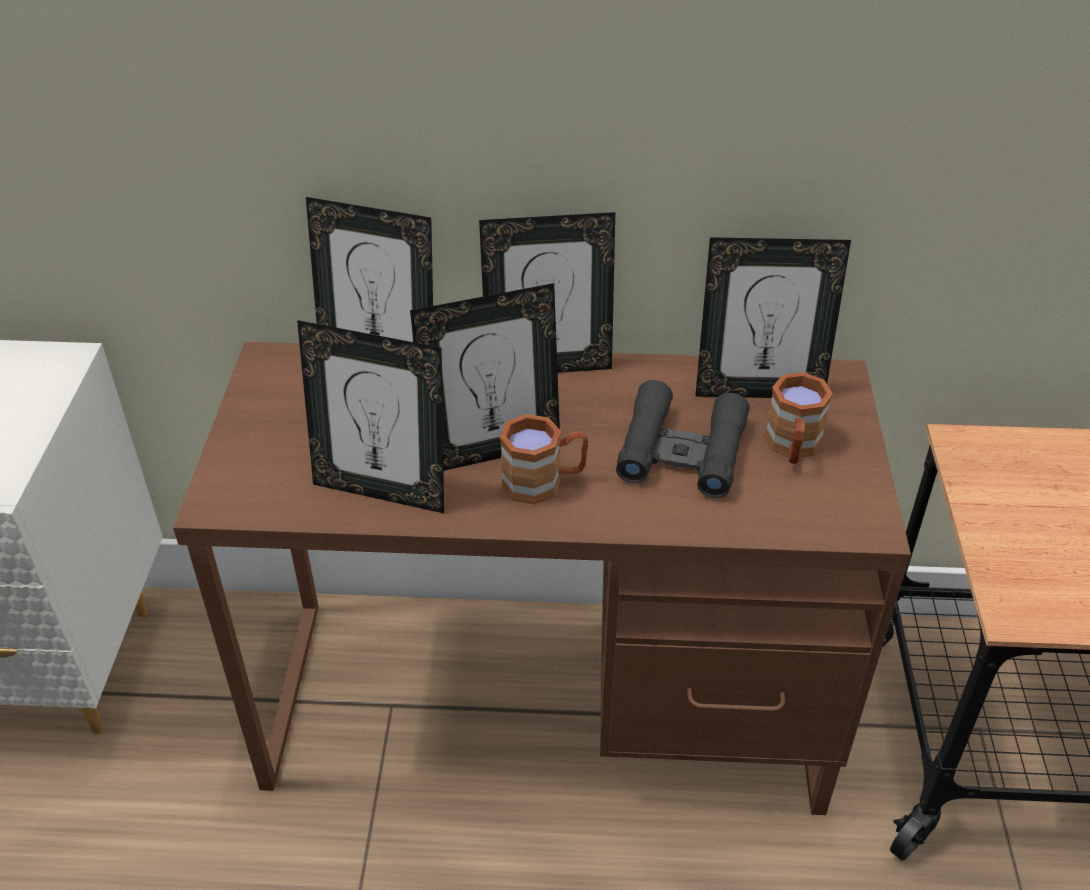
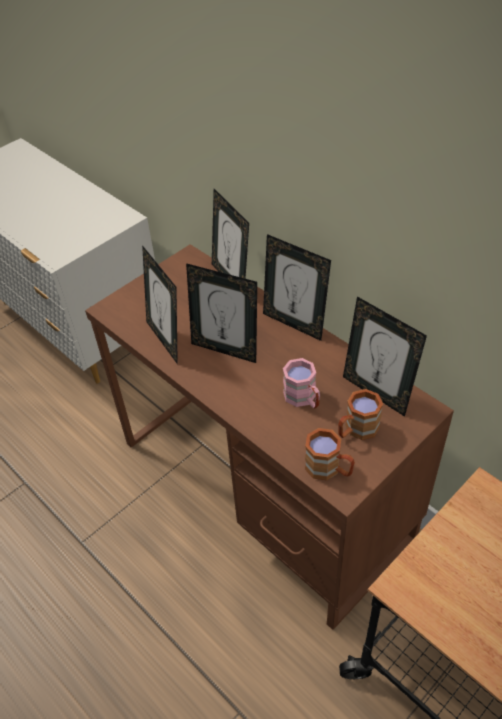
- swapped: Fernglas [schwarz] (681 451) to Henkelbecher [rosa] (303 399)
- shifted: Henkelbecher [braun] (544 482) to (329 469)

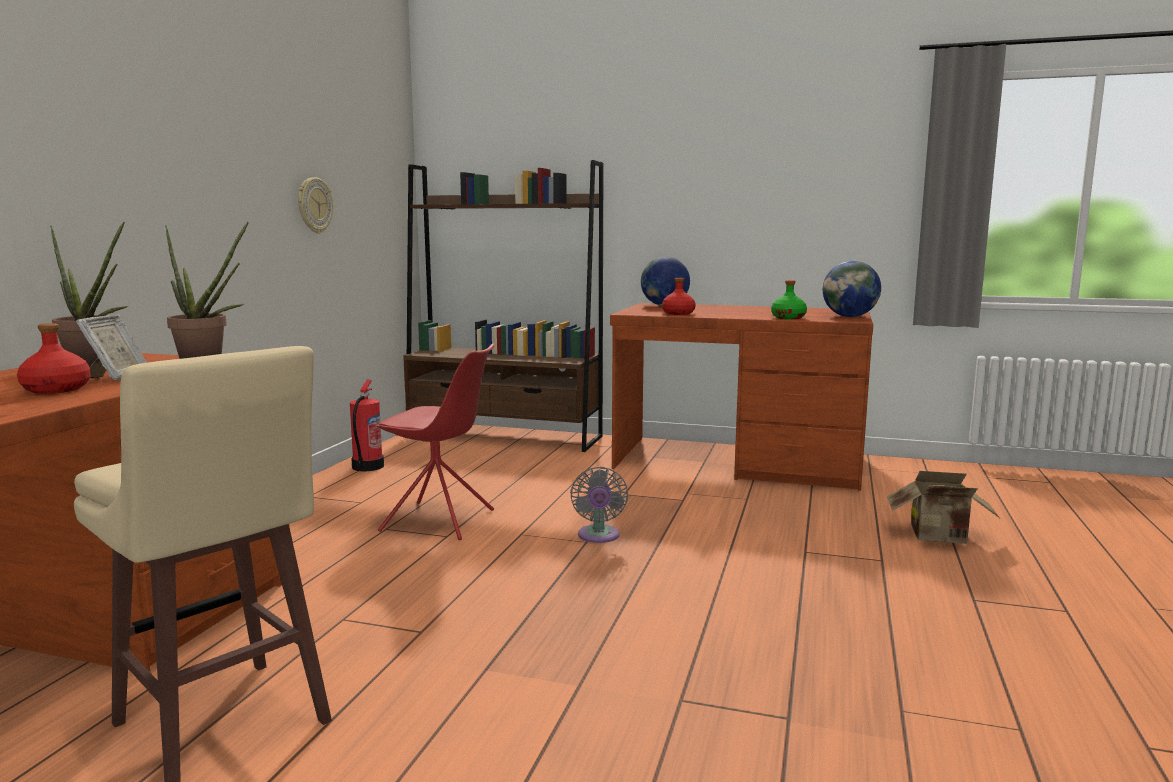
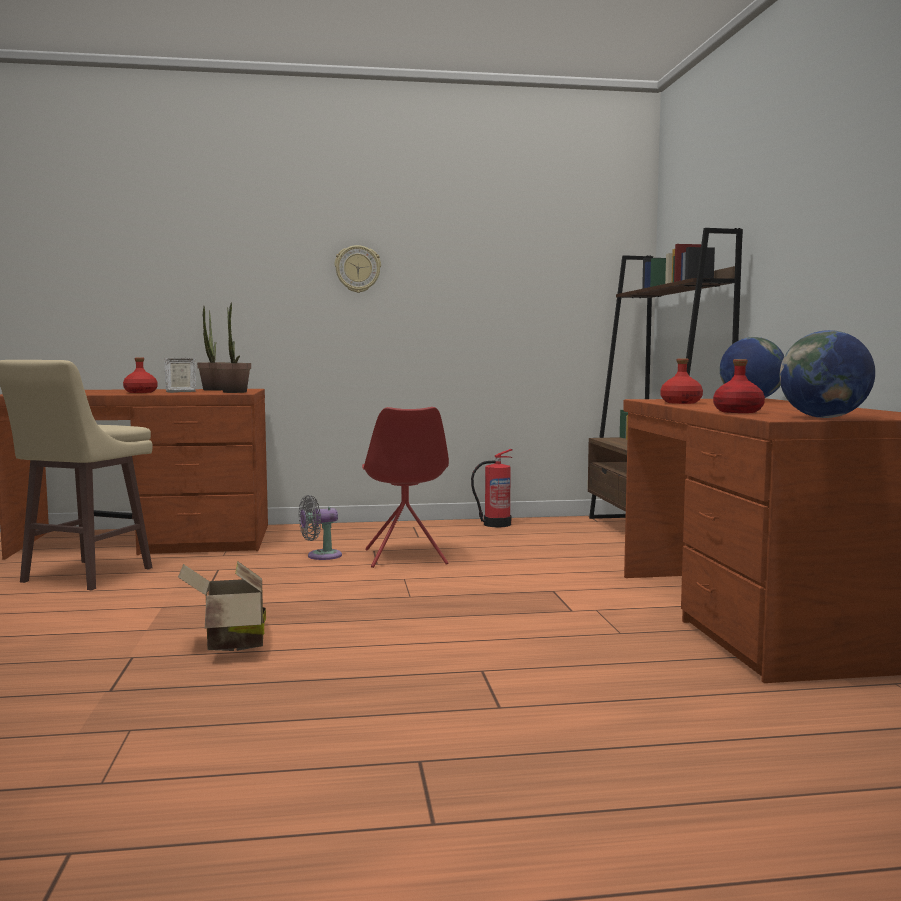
- shifted: Wanduhr (314 205) to (357 269)
- repainted: Flasche [grün] (788 318) to Flasche [rot] (738 412)
- shifted: Ventilator [grau] (598 537) to (320 556)
- shifted: Karton (940 537) to (230 643)

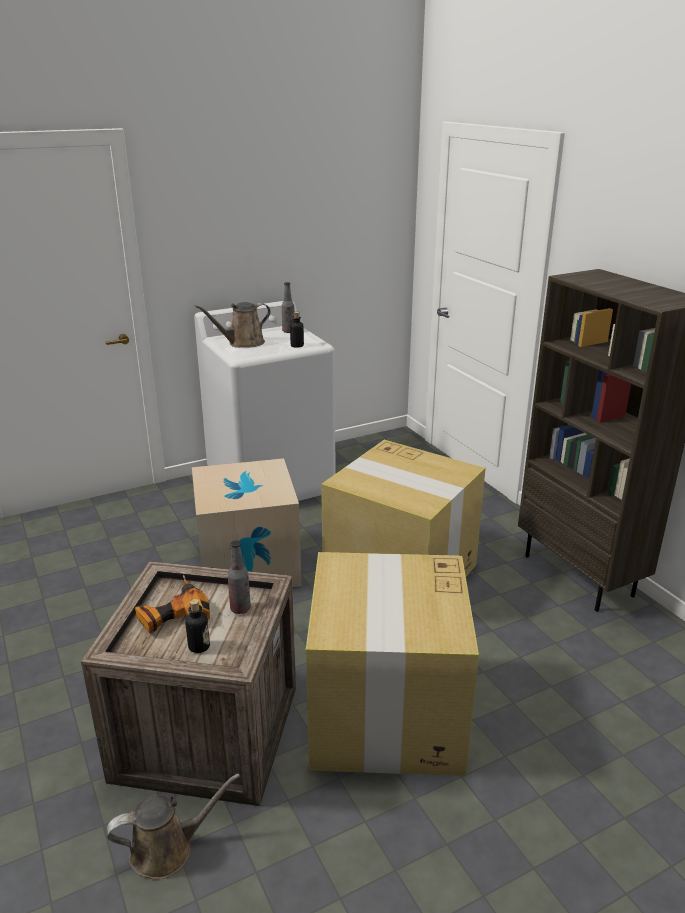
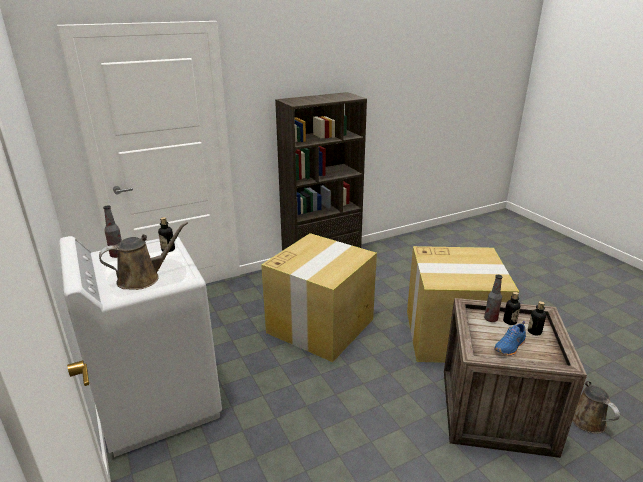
- rotated: Gießkanne [braun] (243 343) = (143 278) 90 degrees counterclockwise
- gone: Karton (248 564)
- swapped: Bohrmaschine (172 613) to Schuh [blau] (510 347)
- new: Flasche (509 321)

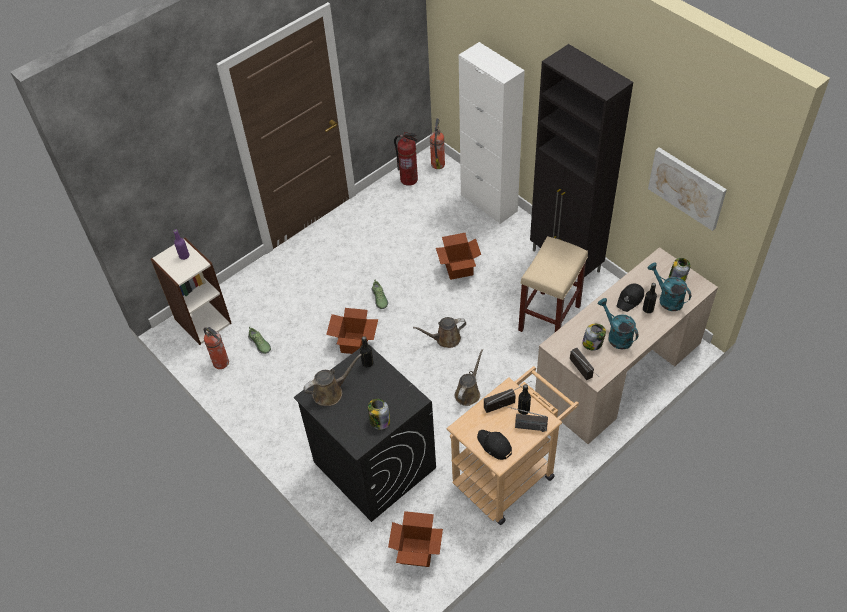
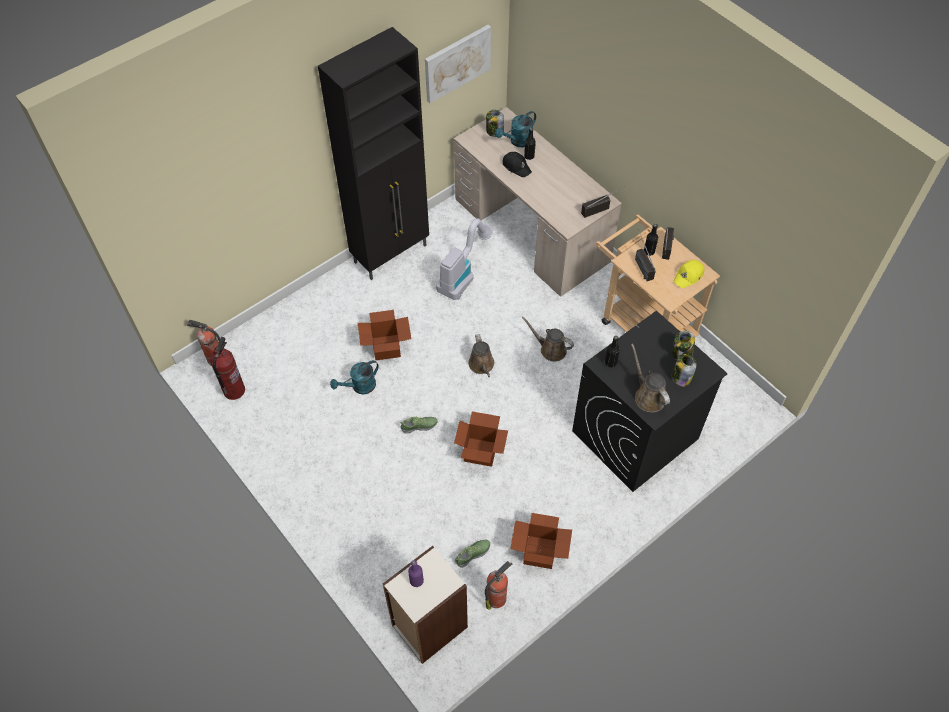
- gone: Schrank [weiß] (489 203)
- swapped: Hocker [beige] (549 317) to Staubsauger (462 275)
- shifted: Gießkanne [türkis] (616 336) to (359 387)
- shifted: Vorratsglas (592 343) to (681 377)
- repainted: Kappe [schwarz] (494 445) to Kappe [gelb] (689 276)
- shifted: Karton (416 552) to (539 552)

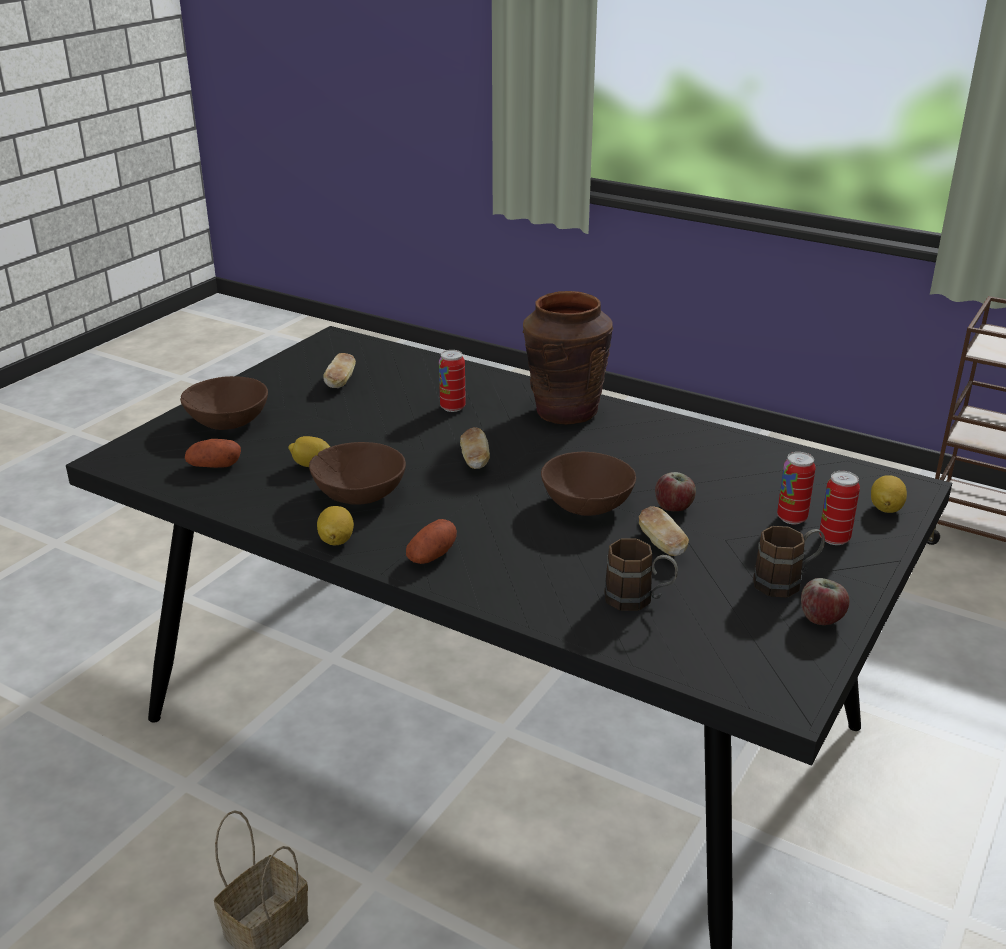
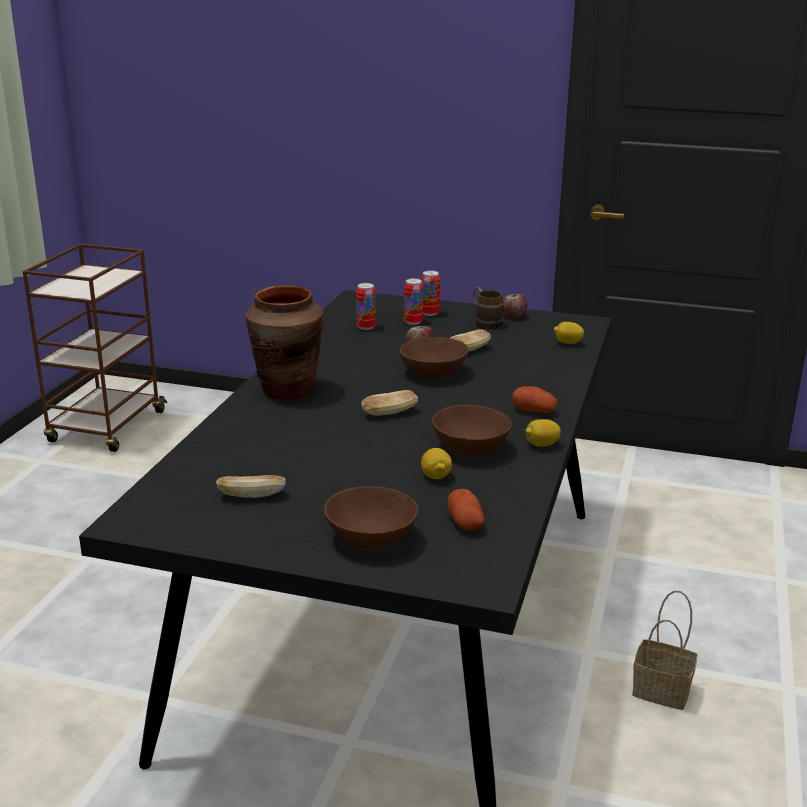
- shifted: Dose (452 407) to (365 327)
- shifted: Zitrone (885 508) to (568 343)
- gone: Henkelbecher [braun] (639 600)

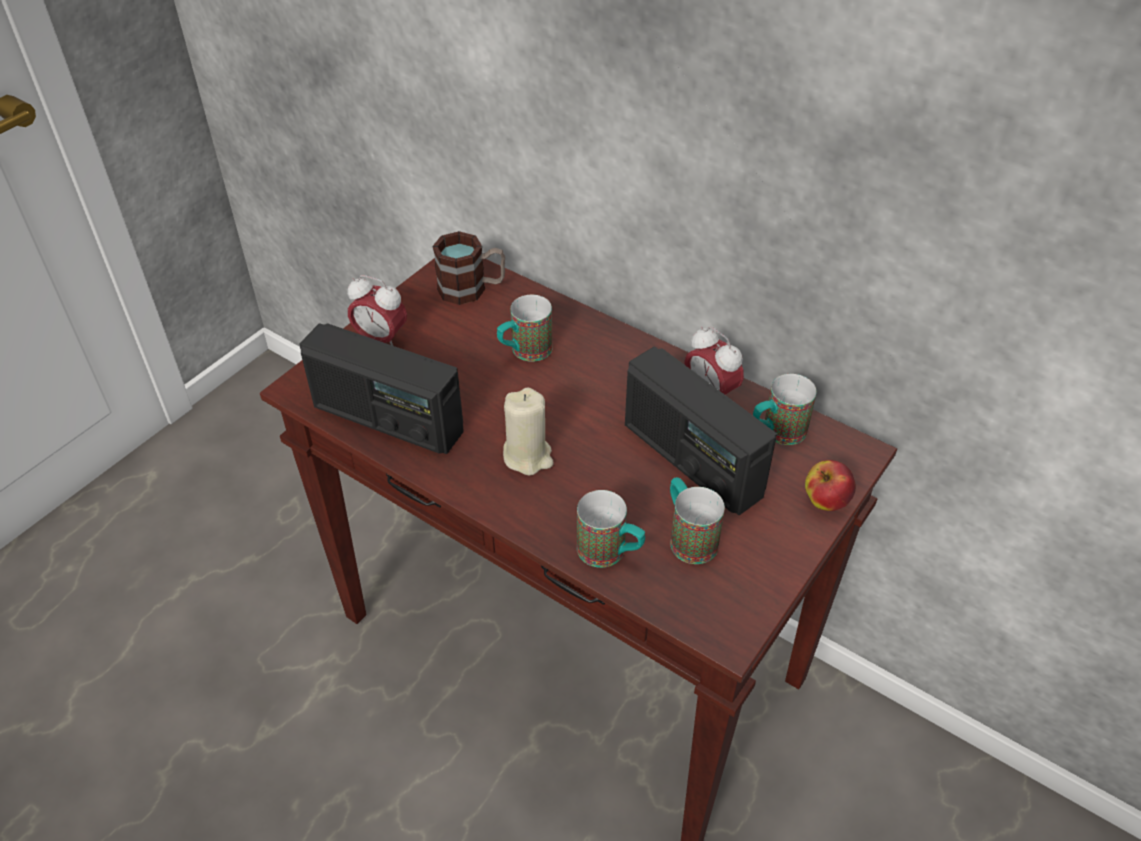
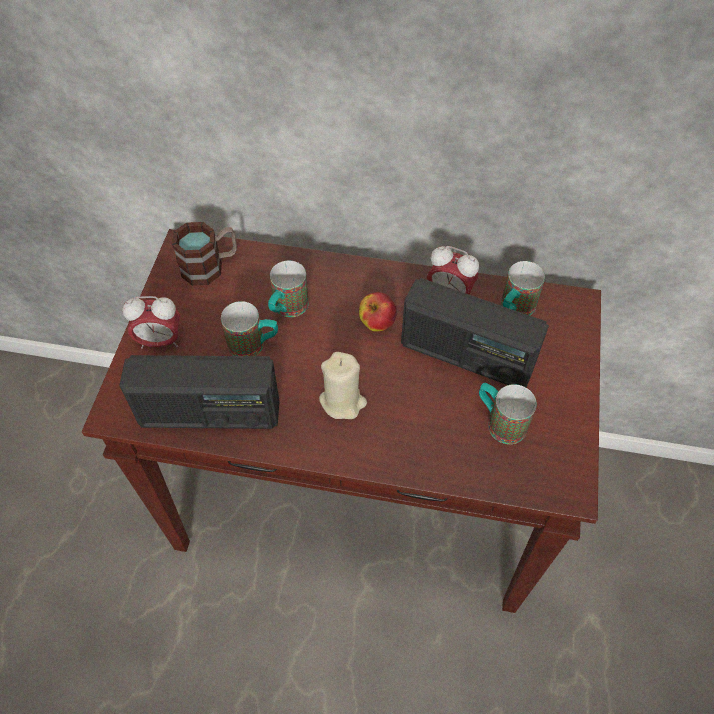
- shifted: Apfel (825 501) to (377 323)
- shifted: Henkelbecher (610 553) to (254 345)

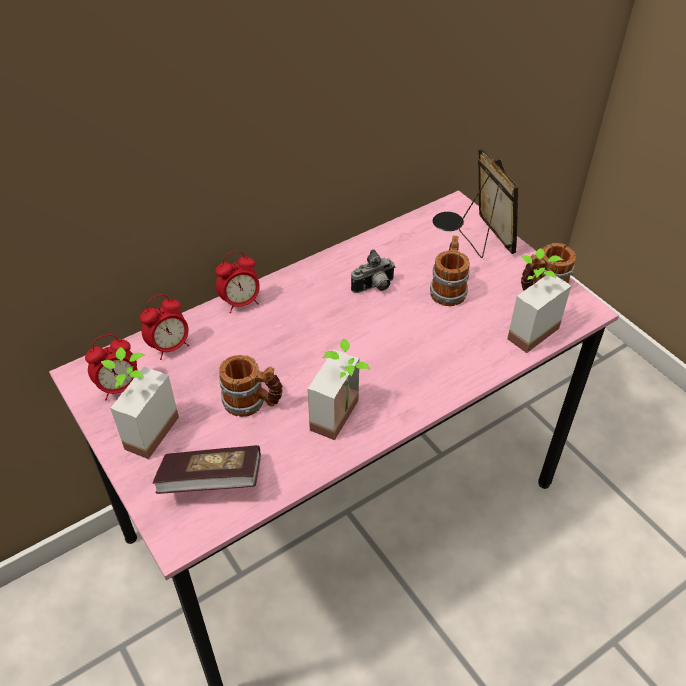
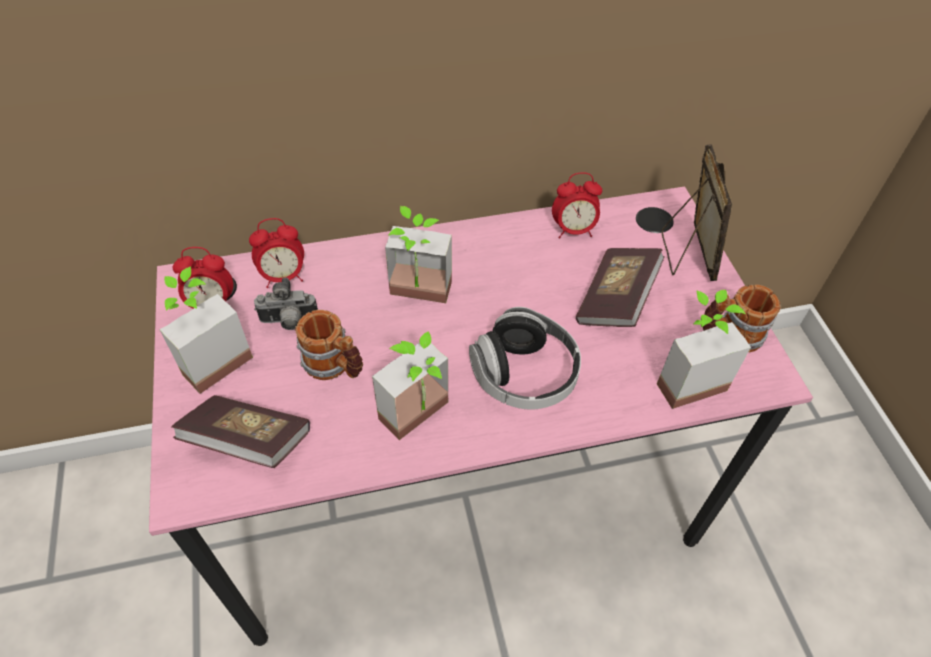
- swapped: Henkelbecher (448 288) to Buch (616 300)
- shifted: Kamera (374 287) to (289 322)
- shifted: Wecker (240 303) to (573 230)
- new: Topfpflanze (418 297)
- new: Kopfhörer (524 375)

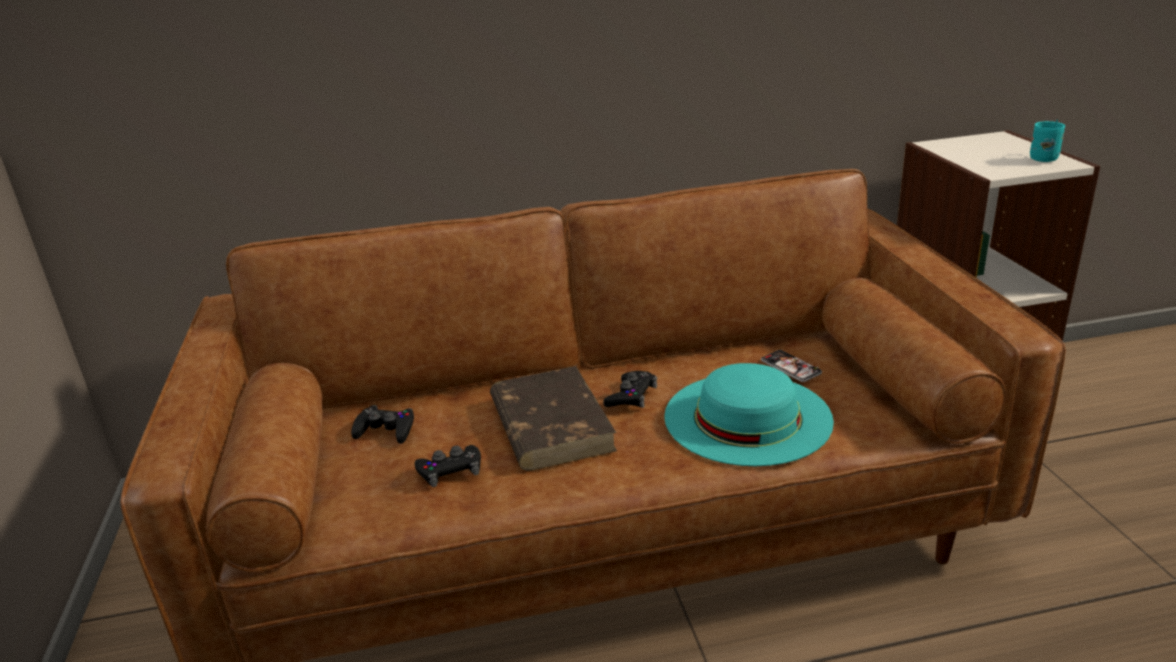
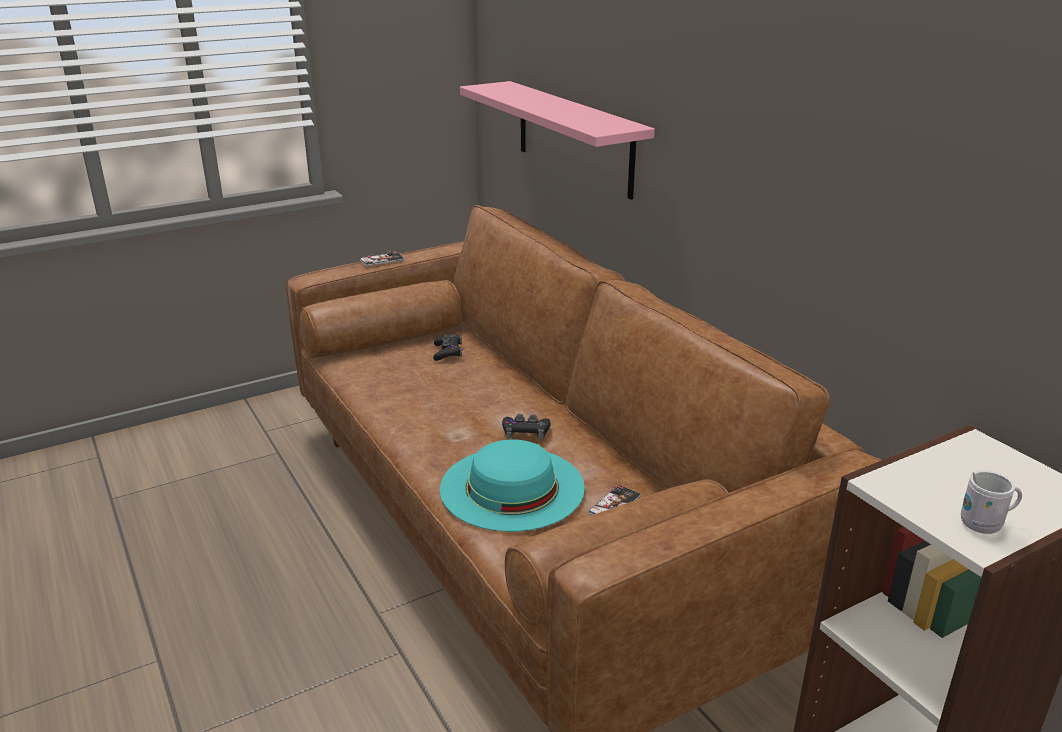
- repainted: Henkelbecher [türkis] (1042 158) to Henkelbecher [weiß] (986 524)
- gone: Buch [braun] (550 423)
- gone: Gamepad [schwarz] (450 470)
- new: Wandregal [rosa] (574 138)
- new: Handy (382 260)

